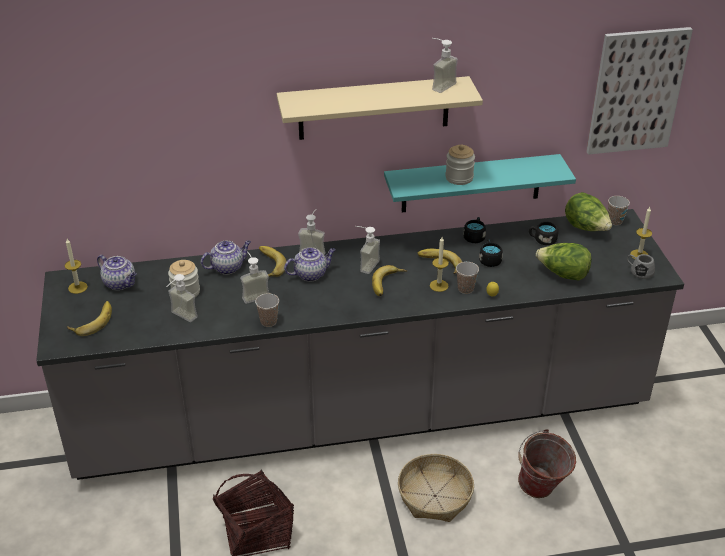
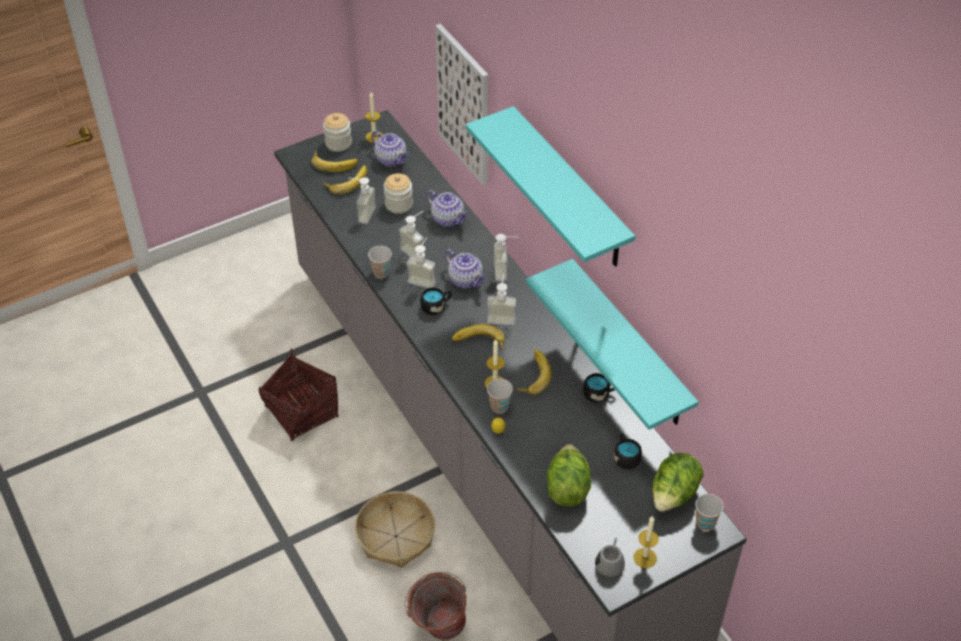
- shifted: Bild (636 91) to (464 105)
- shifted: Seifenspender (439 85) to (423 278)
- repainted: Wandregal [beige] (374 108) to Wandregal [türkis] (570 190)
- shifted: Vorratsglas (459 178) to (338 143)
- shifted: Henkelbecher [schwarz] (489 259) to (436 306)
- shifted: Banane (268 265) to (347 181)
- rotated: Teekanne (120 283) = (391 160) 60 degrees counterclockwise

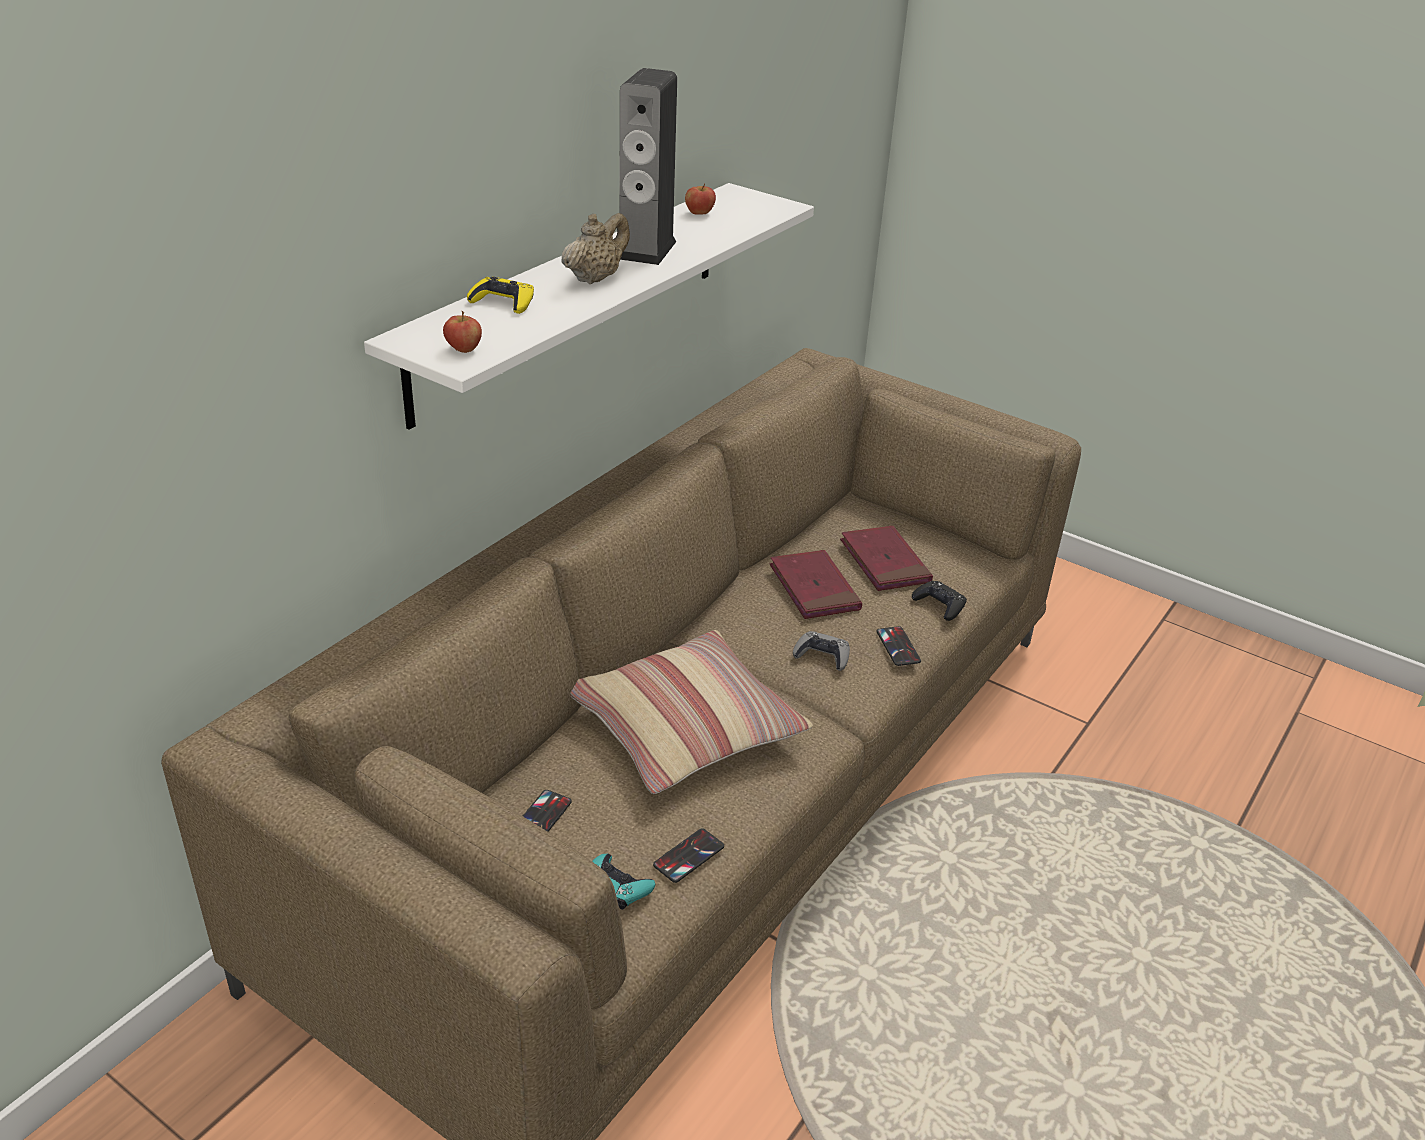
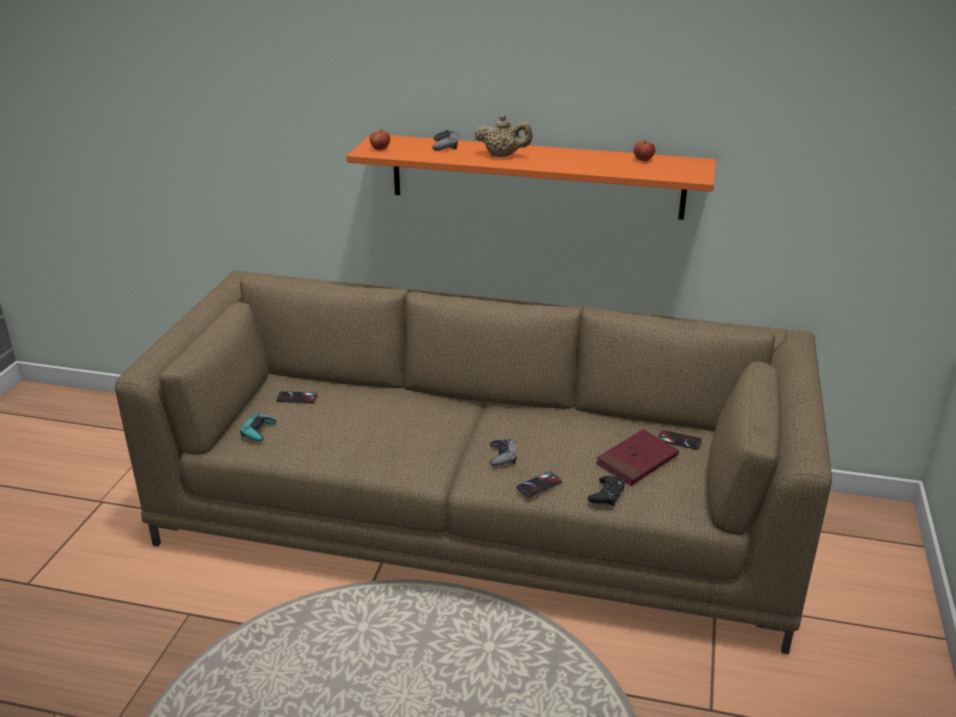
- gone: Lautsprecher (646 250)
- repainted: Wandregal [weiß] (573 297) to Wandregal [orange] (536 176)
- repainted: Gamepad [gelb] (503 302) to Gamepad [grau] (445 145)
- gone: Buch [rot] (814 588)
- gone: Kissen (685 727)
- shifted: Handy (688 856) to (679 440)

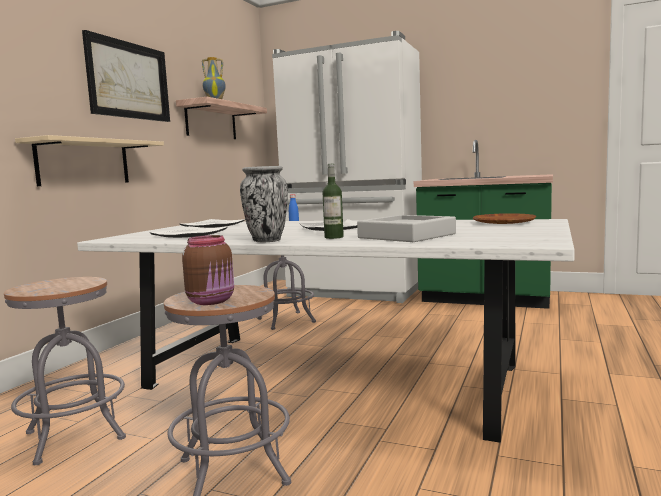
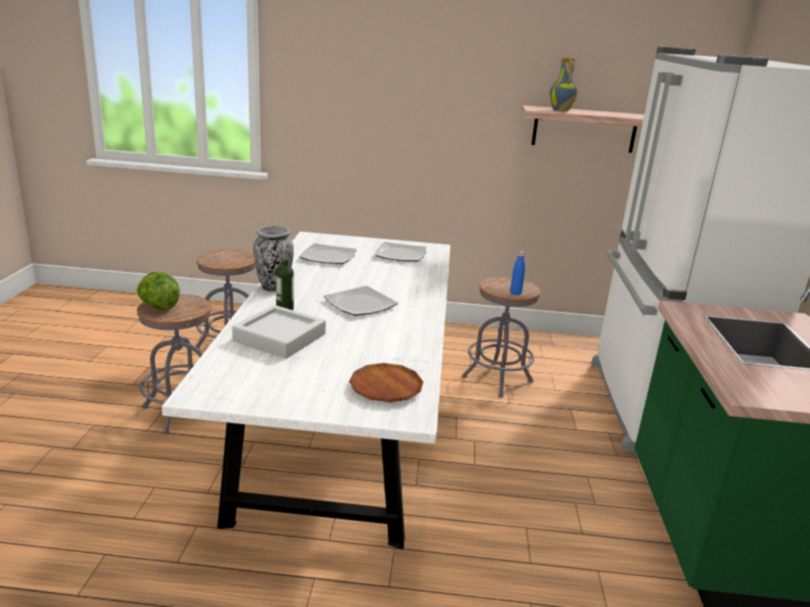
- gone: Bild (128 80)
- gone: Wandregal [beige] (84 162)
- swapped: Vorratsglas [braun] (212 301) to Salatkopf (158 307)

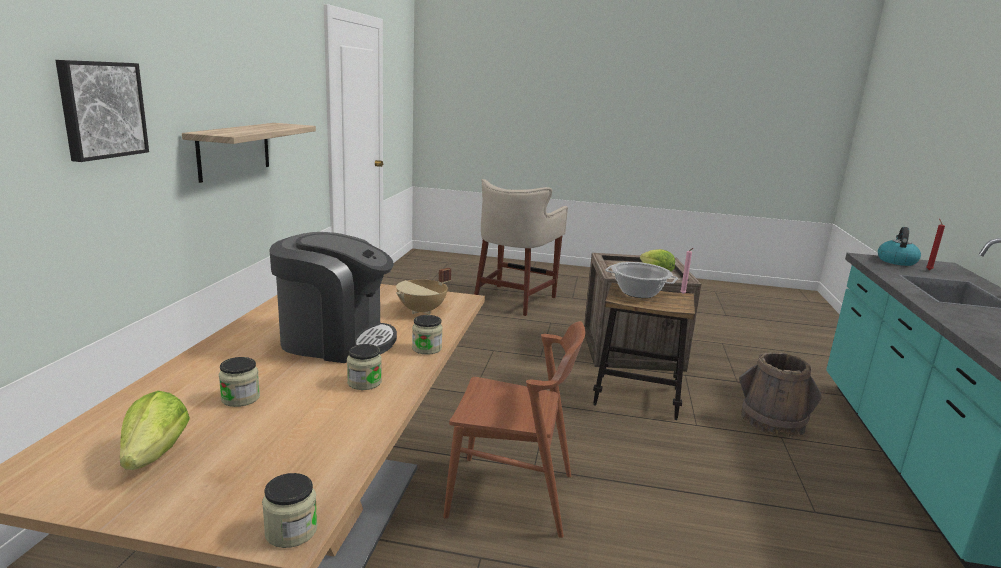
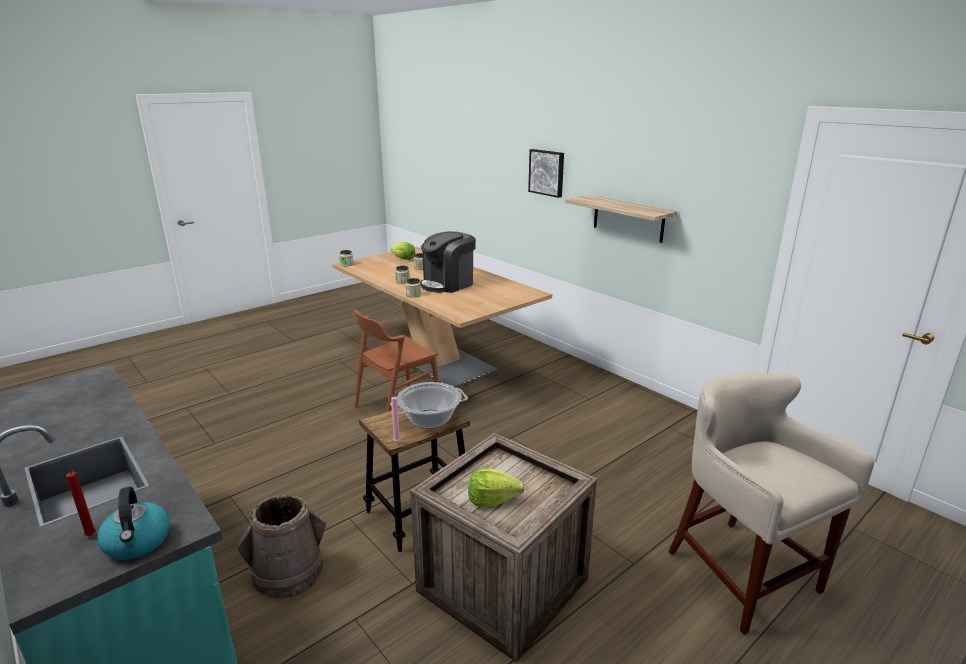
- gone: Kochtopf [beige] (422 311)

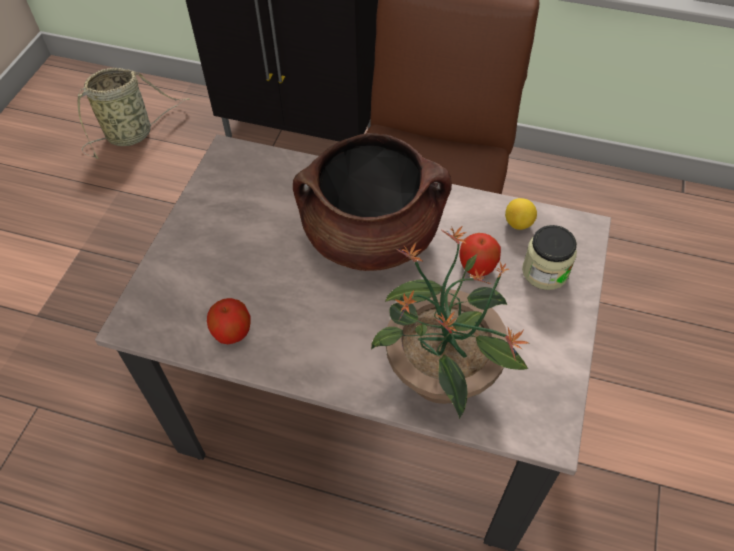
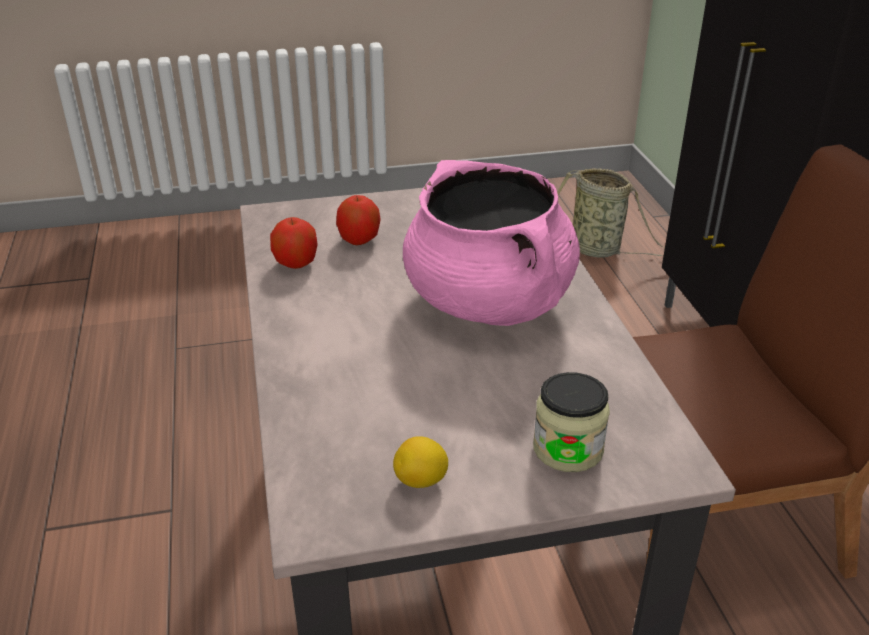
- repainted: Kochtopf [braun] (372 236) to Kochtopf [rosa] (489 302)
- shifted: Zitrone (518 223) to (421 481)
- gone: Topfpflanze (441 375)
- shifted: Apfel (477 266) to (359 240)

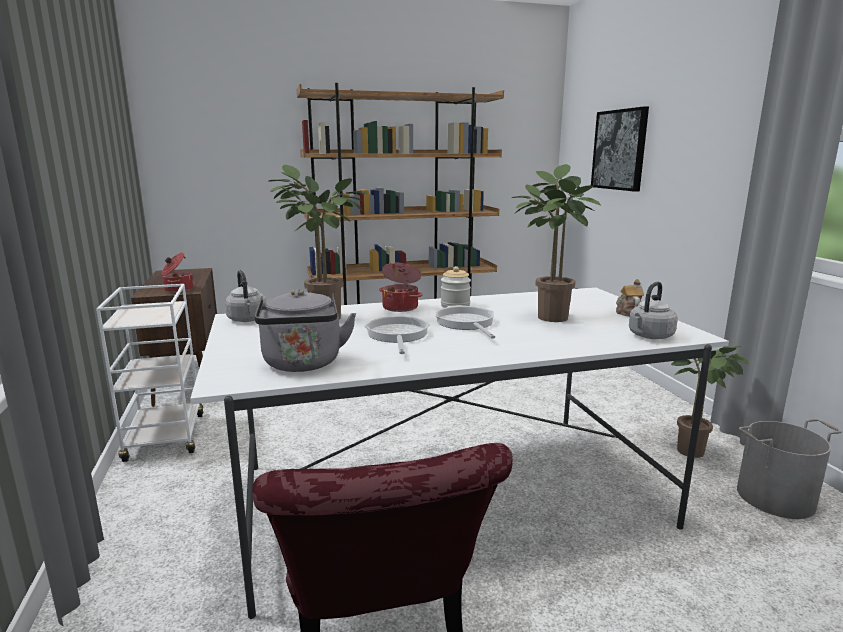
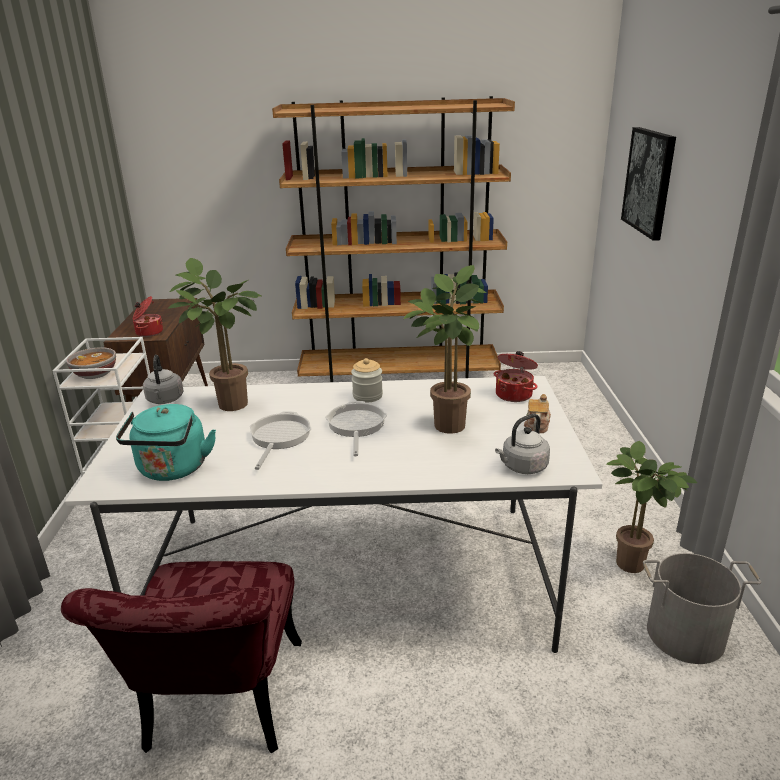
- shifted: Kochtopf (401 307) to (514 394)
- repainted: Wasserkessel [grau] (303 364) to Wasserkessel [türkis] (172 470)
- new: Schüssel (95 374)

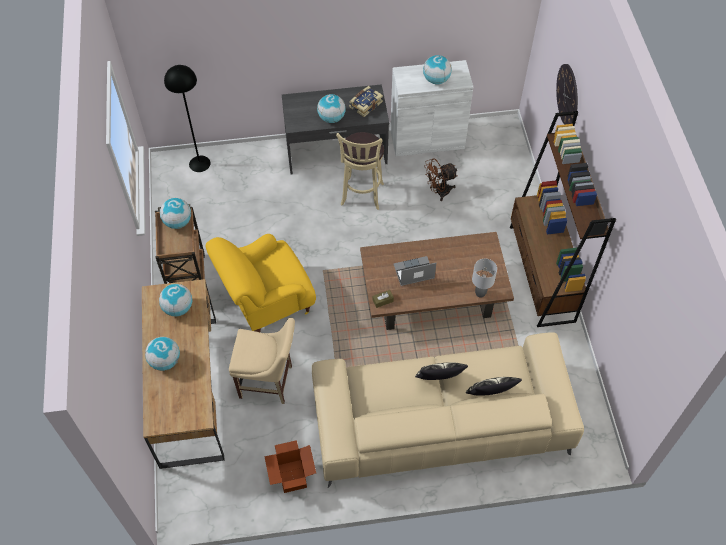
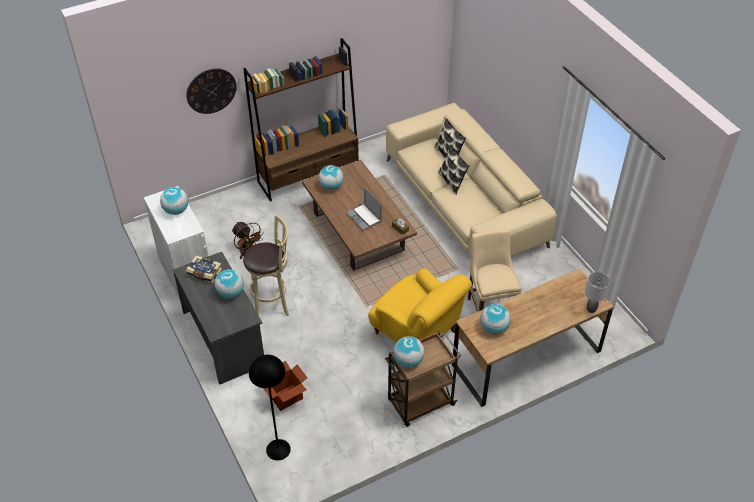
- shifted: Tischlampe [grau] (480 293) to (591 309)
- shifted: Globus (165 361) to (331 186)
- shifted: Karton (292 476) to (286 397)

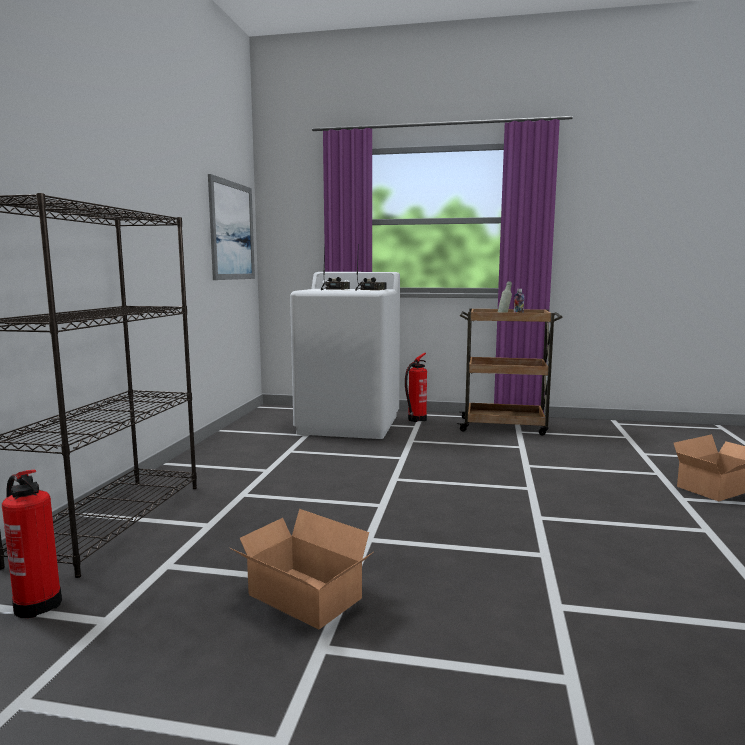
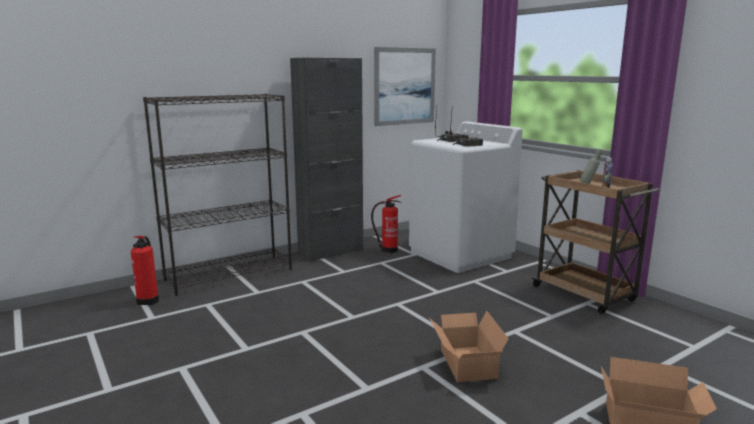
- shifted: Feuerlöscher (415 420) to (387 250)
- shifted: Karton (303 599) to (465 364)
- new: Schrank [schwarz] (331 252)

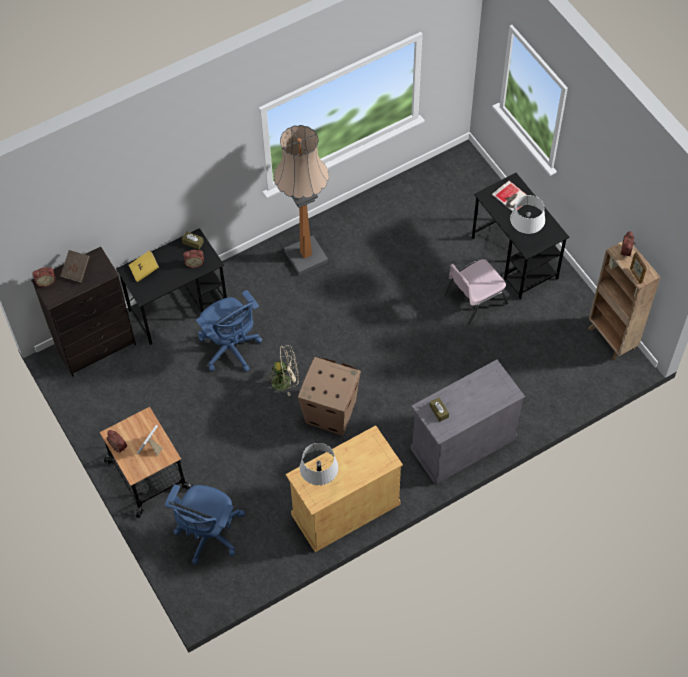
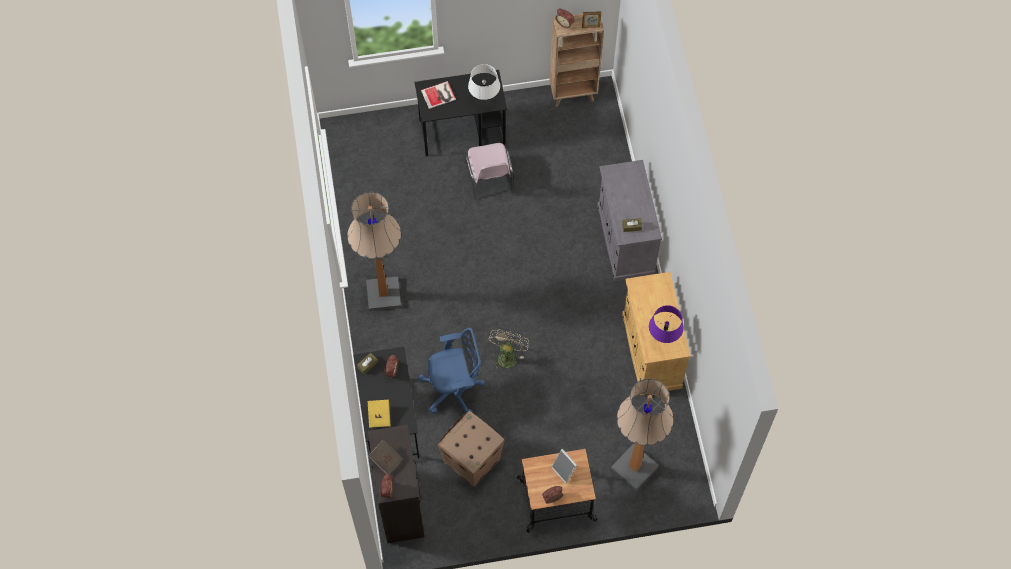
- shifted: Karton (330 412) to (471 462)
- repainted: Tischlampe [grau] (319 482) to Tischlampe [lila] (663 339)
- swapped: Bürostuhl [blau] (208 535) to Stehlampe (634 468)

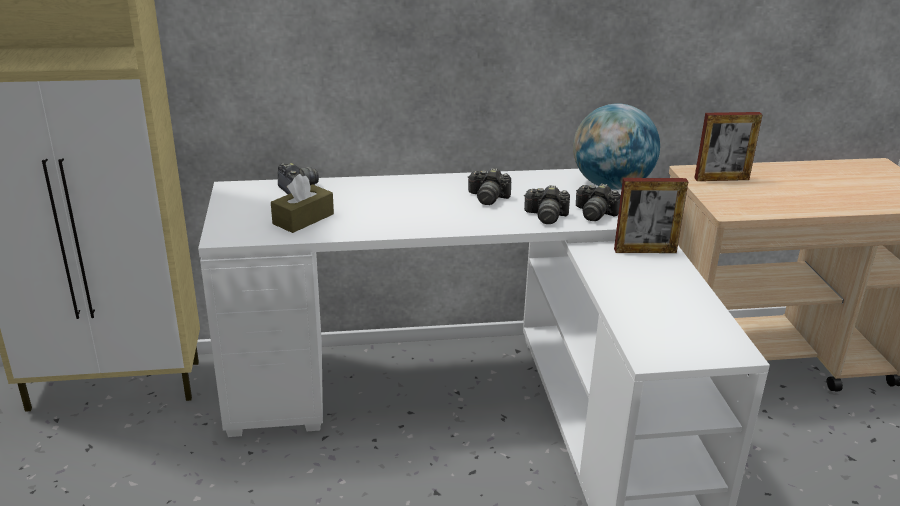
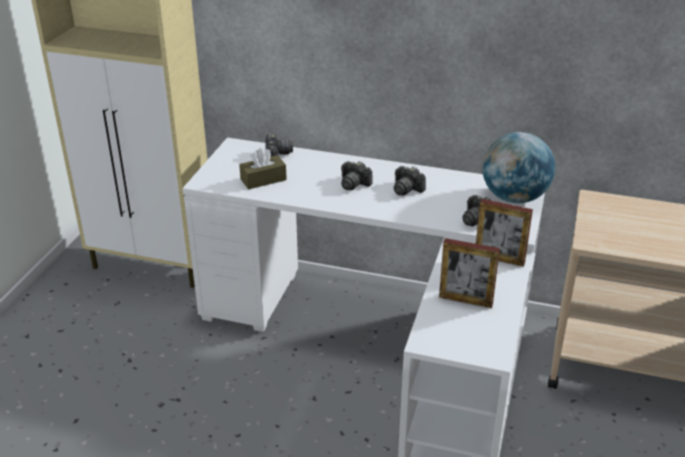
- shifted: Bilderrahmen (721 179) to (465 300)
- shifted: Kamera (546 216) to (354 184)

